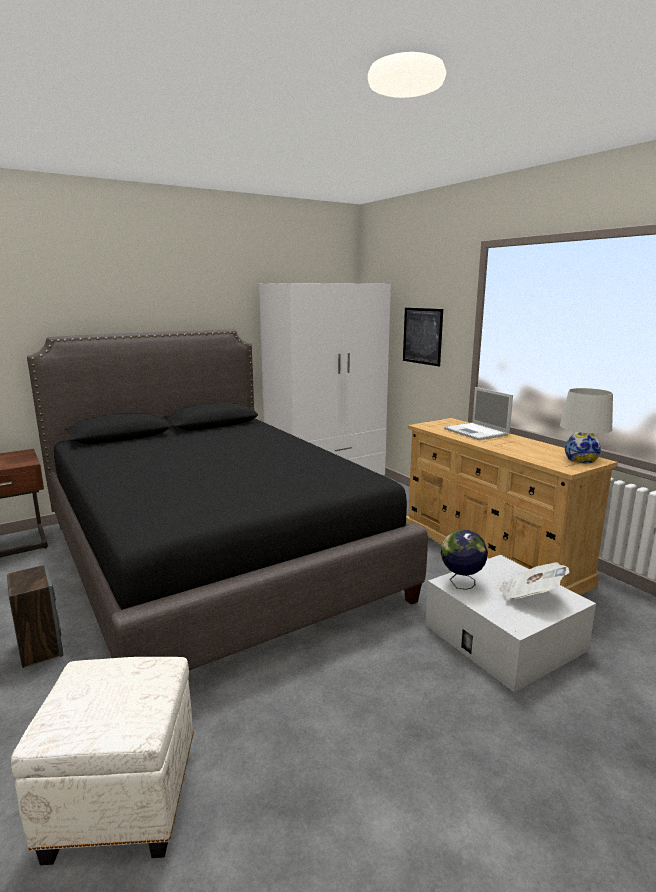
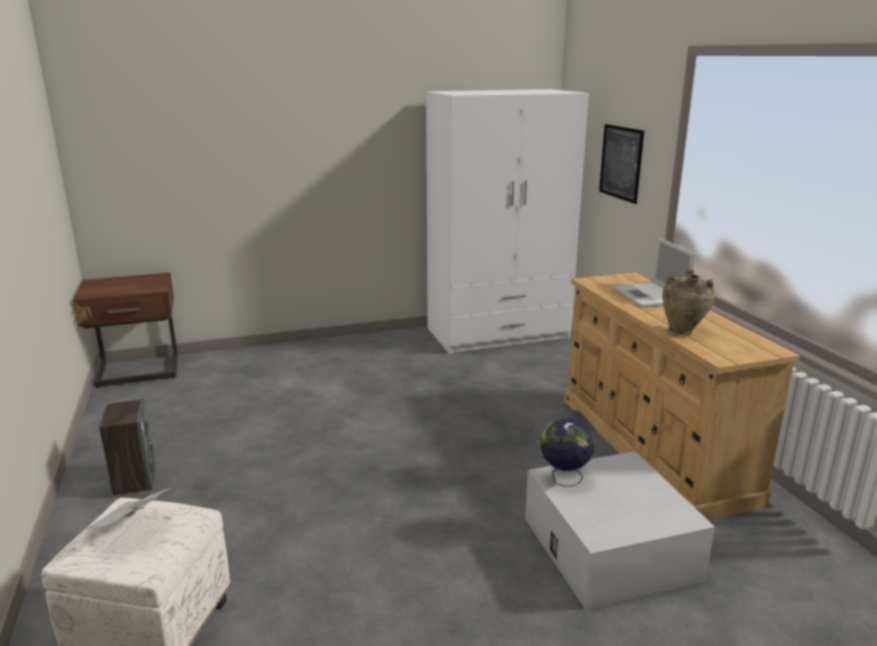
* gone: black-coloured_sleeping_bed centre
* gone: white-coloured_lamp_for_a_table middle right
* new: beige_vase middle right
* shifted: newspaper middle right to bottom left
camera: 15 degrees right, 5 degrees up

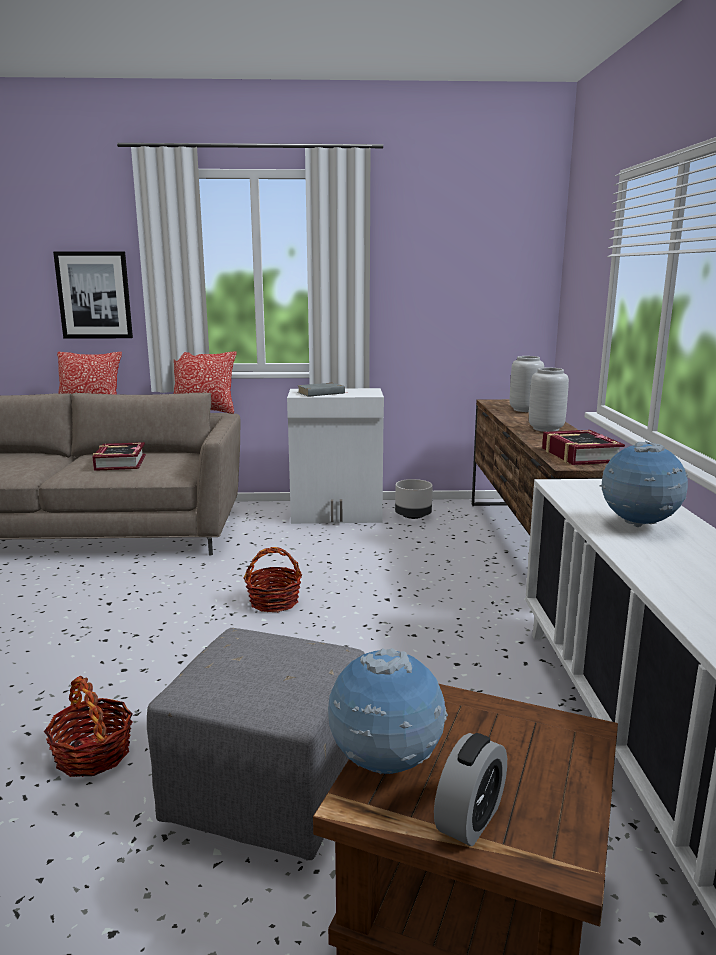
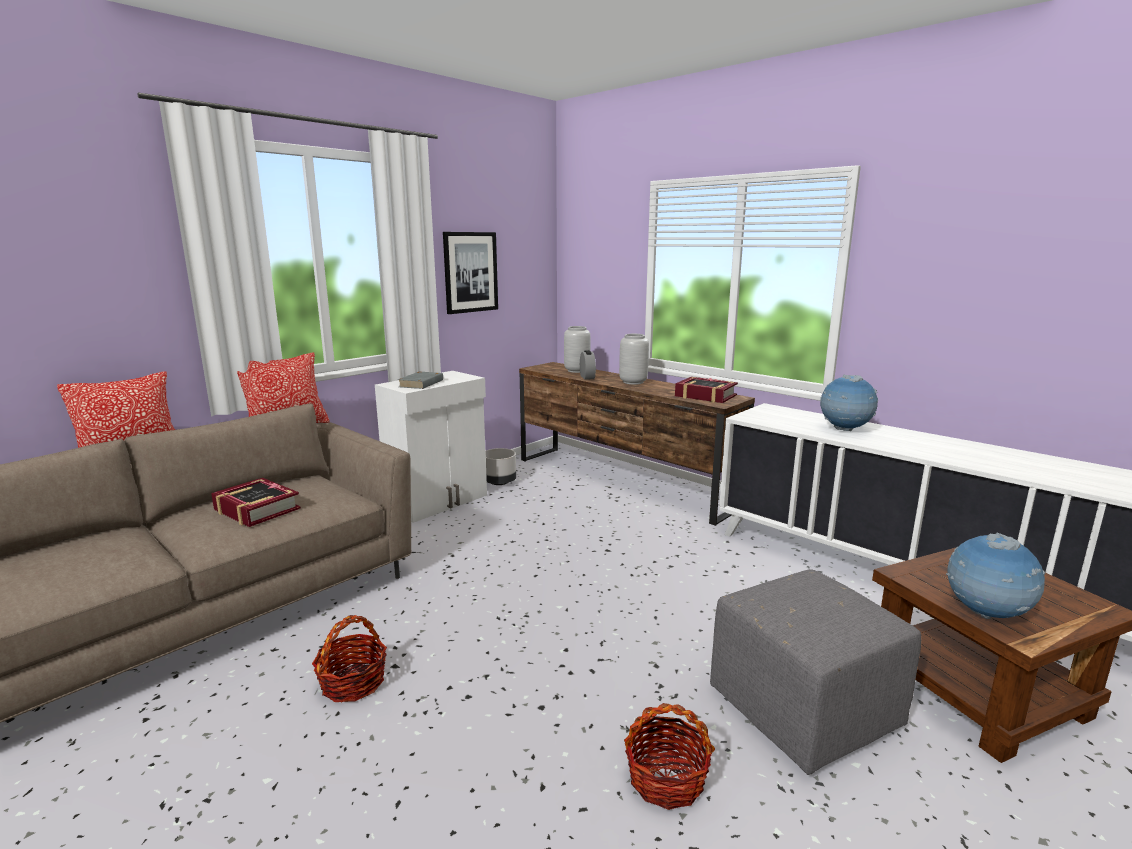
* shifted: wall_art top left to top centre
* shifted: storage_basket (no. 2 from left in the first image) centre to storage_basket (no. 1 from left) bottom left
* shifted: alarm_clock bottom centre to centre
camera: 45 degrees left, 0 degrees up

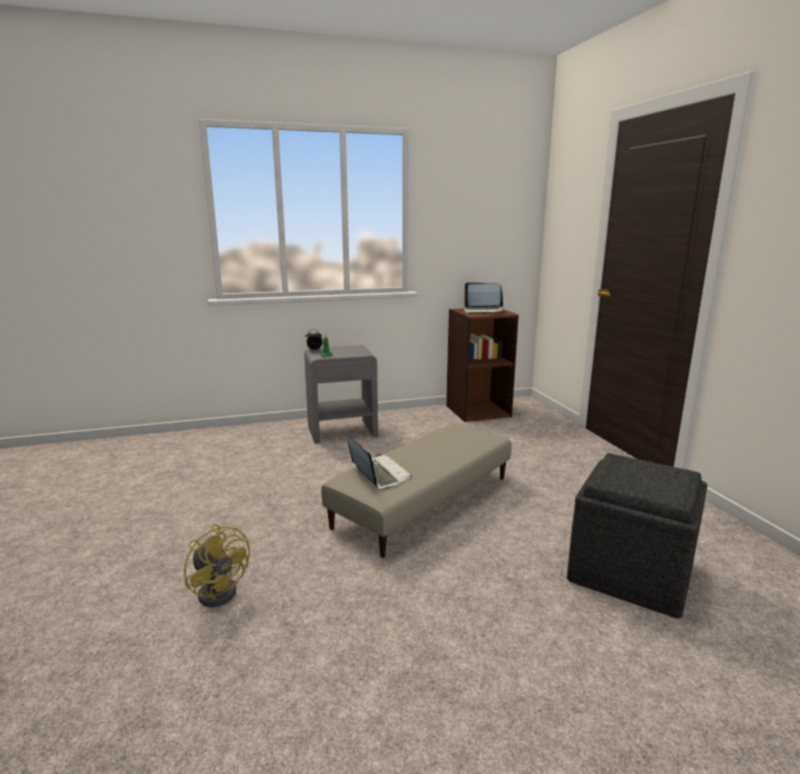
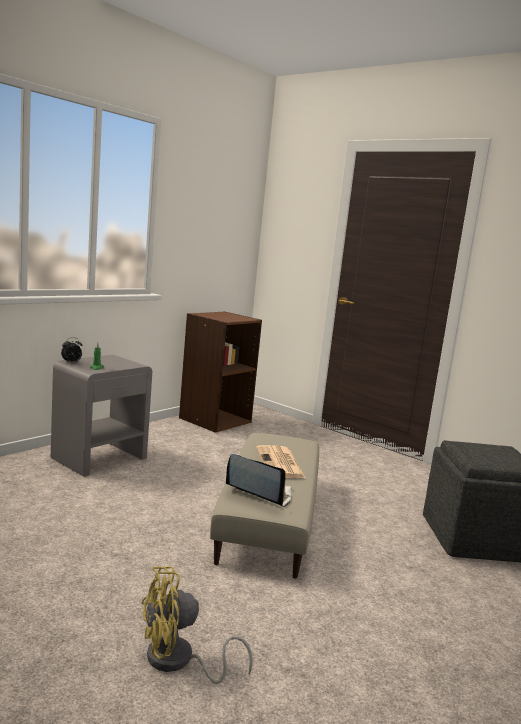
* gone: laptop (no. 2 from left) centre
* new: newspaper centre
* rotated: yellowish_electric_fan bottom left = bottom centre 150 degrees clockwise
camera: 35 degrees left, 5 degrees down

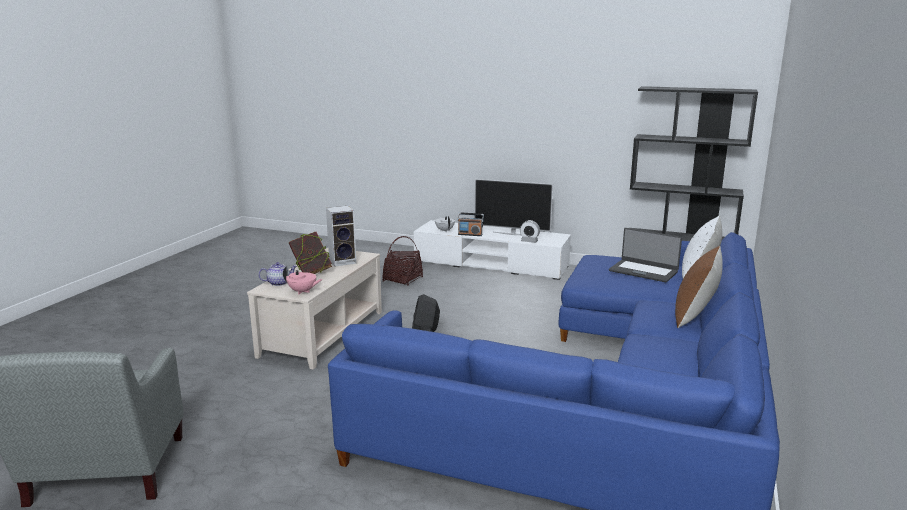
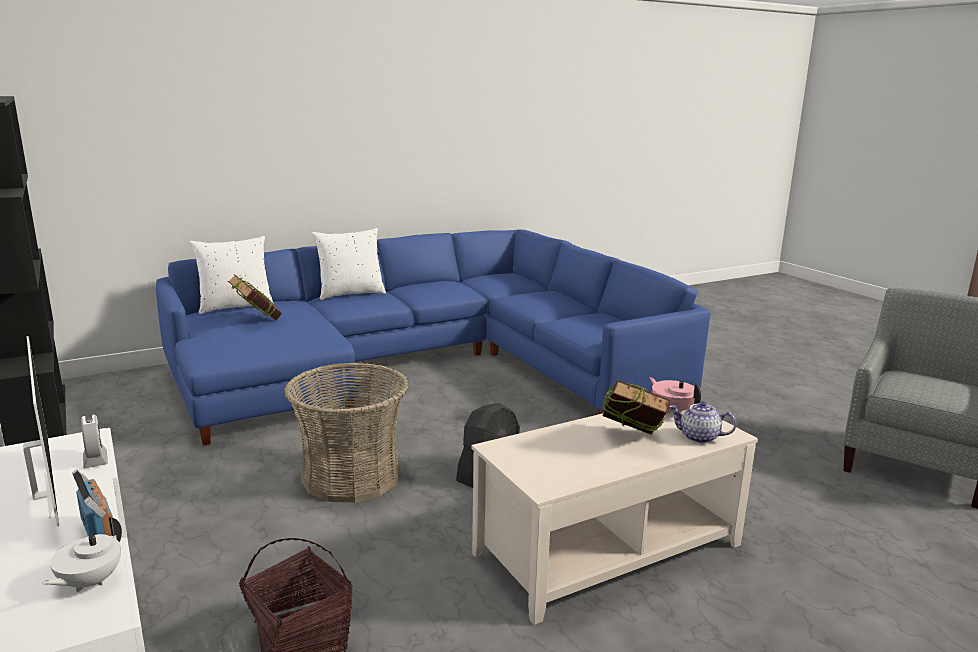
* gone: speaker centre
* new: storage_basket (no. 2 from left) centre
* swapped: laptop middle right to book (no. 1 from left) middle left
* repainted: brownish_cushion middle right to white-coloured_cushion (no. 2 from left) centre
camera: 140 degrees left, 0 degrees up

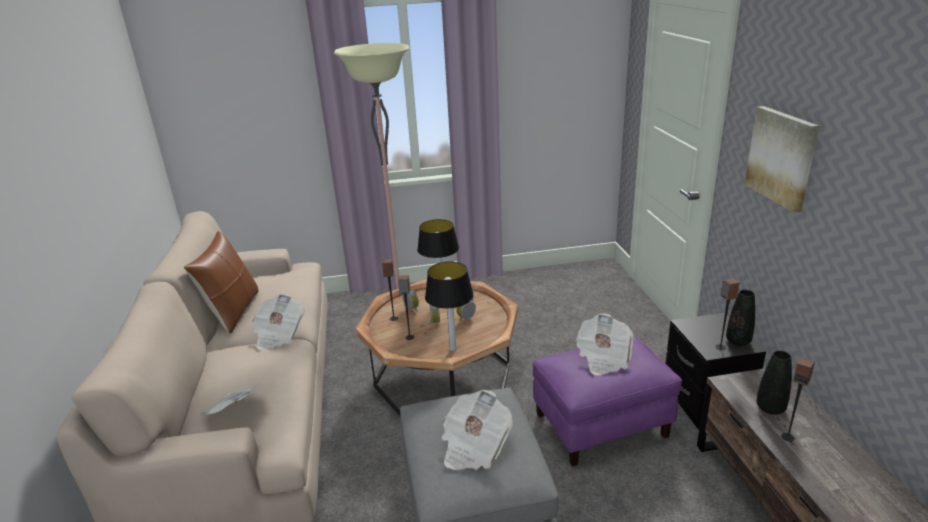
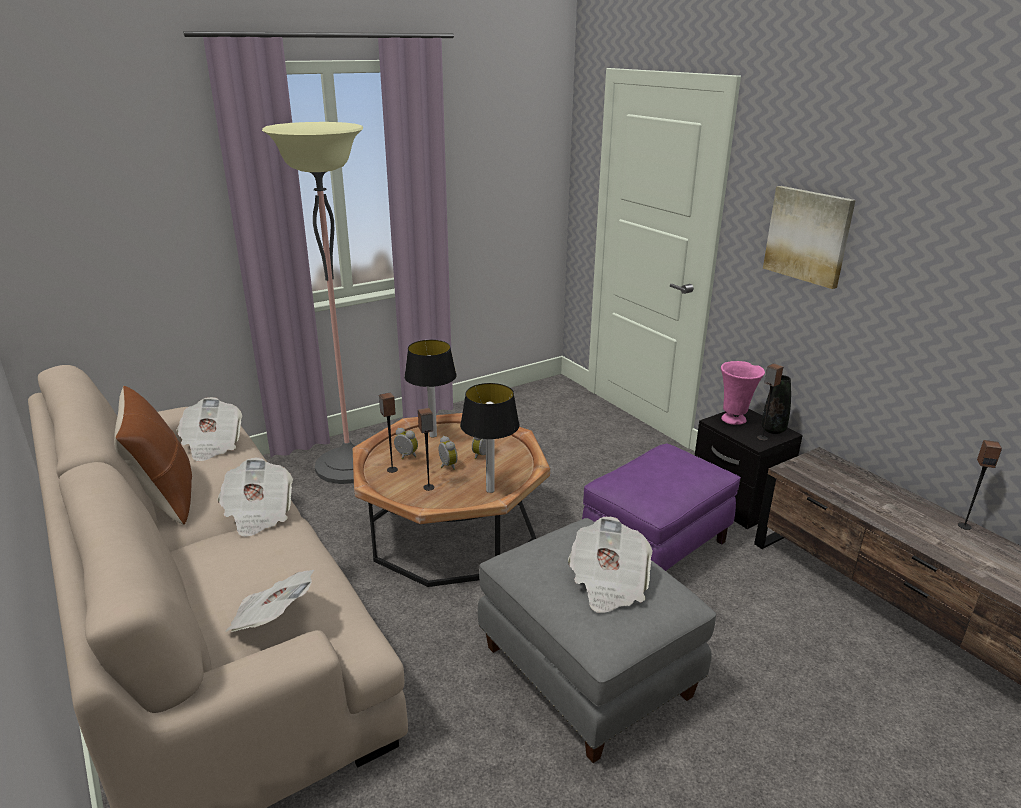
* gone: black-coloured_vase (no. 2 from left) bottom right
* new: pink_vase middle right
* shifted: newspaper (no. 4 from left in the first image) centre to newspaper (no. 1 from left) middle left
* shifted: speaker (no. 4 from left) bottom right to middle right
camera: 25 degrees left, 0 degrees up

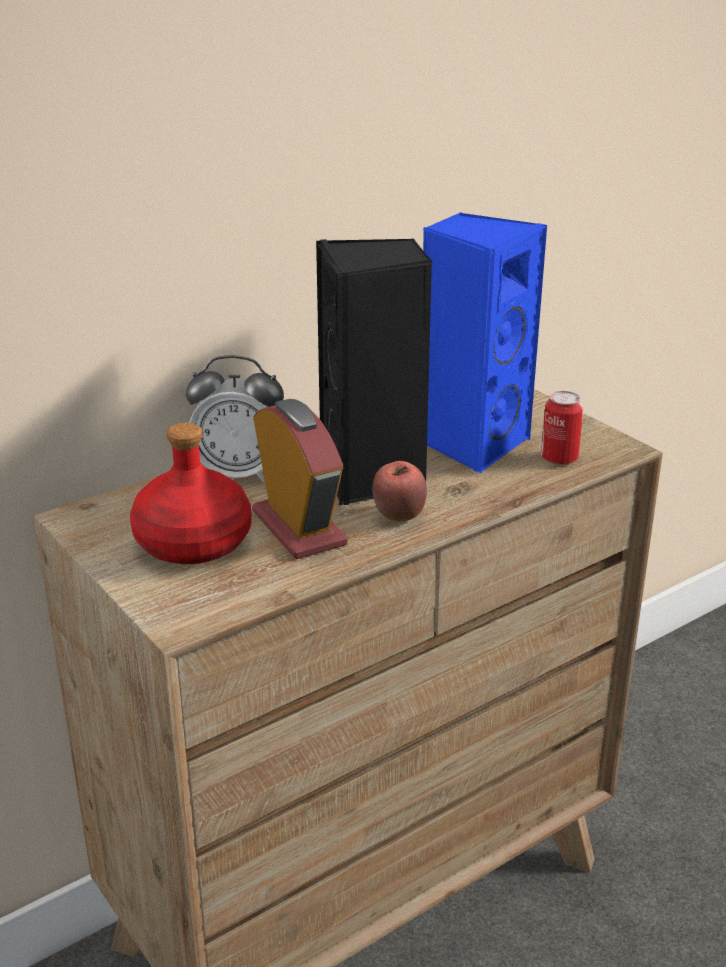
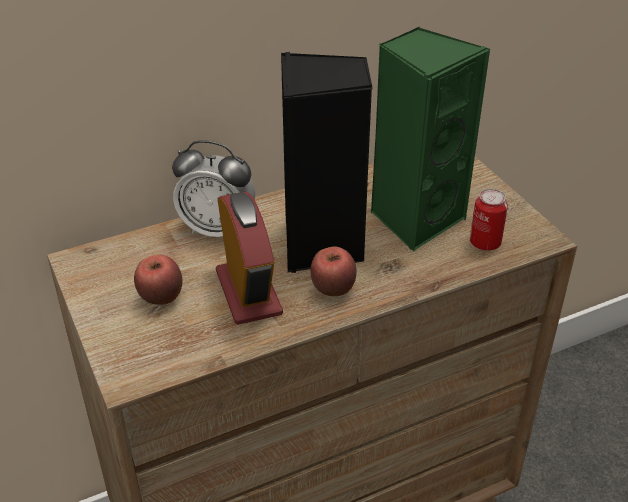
* swapped: red_beverage_bottle middle left to apple (no. 1 from left) middle left
* repainted: blue_speaker middle right to green_speaker top right
camera: 10 degrees right, 10 degrees up

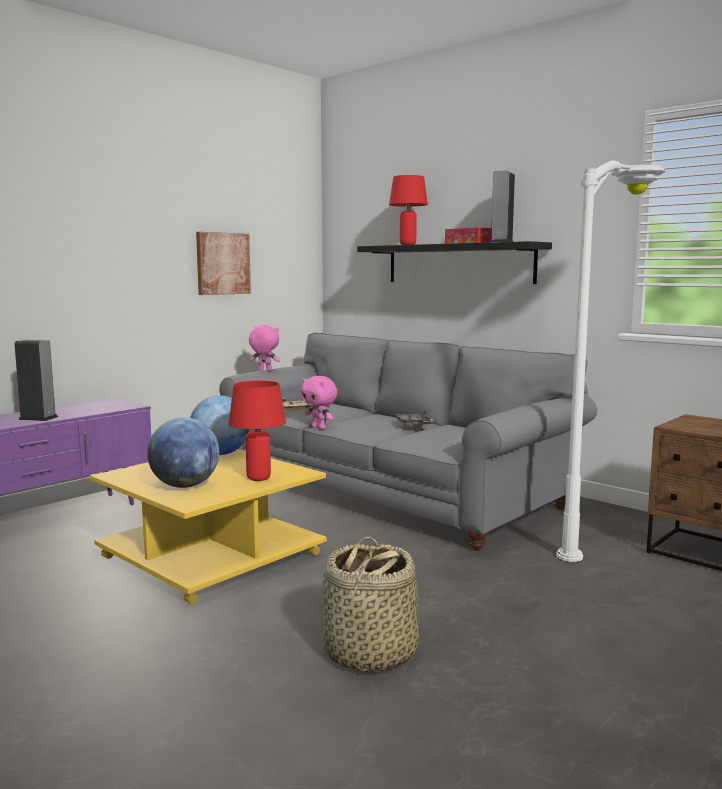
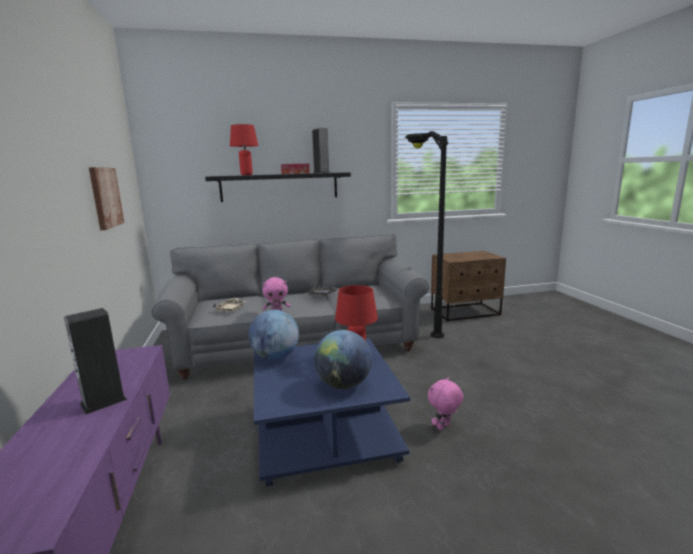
* gone: storage_basket bottom centre
* shifted: pink_cuddly_toy (no. 1 from left in the first image) centre to pink_cuddly_toy (no. 2 from left) bottom centre
* repainted: yellowish_coffee_table bottom left to blue_coffee_table bottom centre
* repainted: white-coloured_standing_lamp middle right to black-coloured_standing_lamp centre
camera: 55 degrees left, 5 degrees up

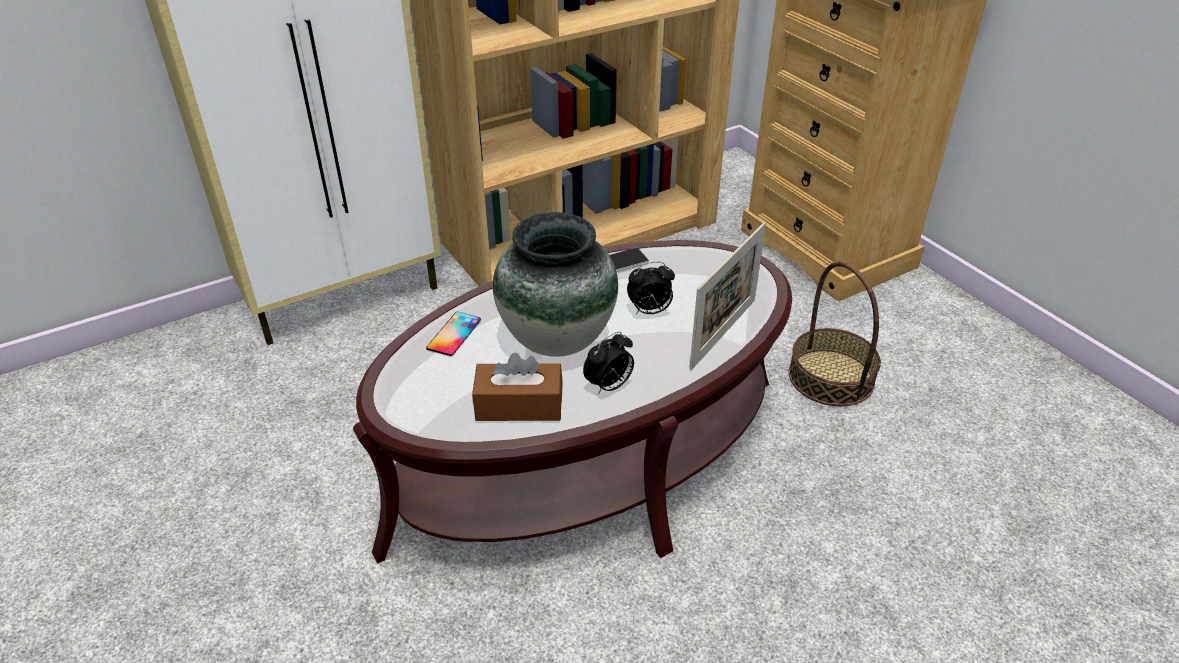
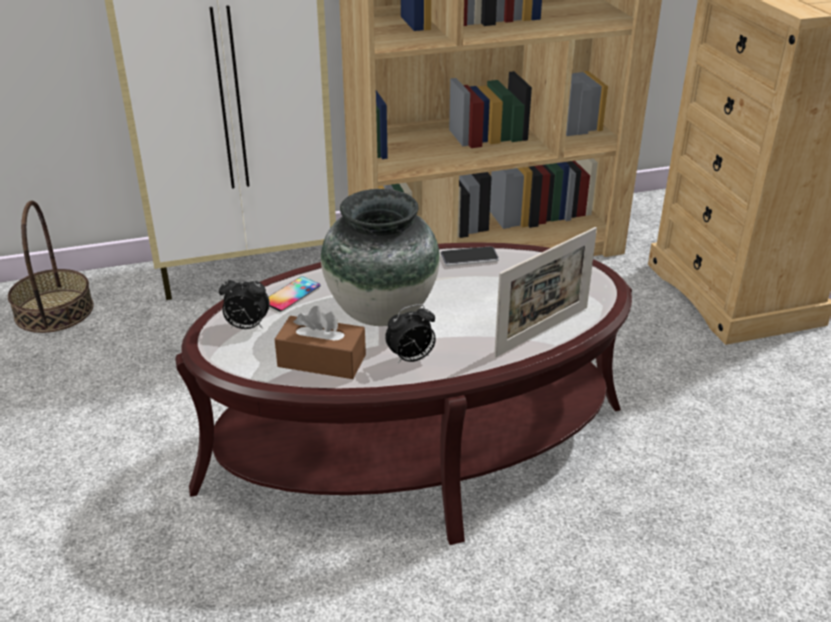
* shifted: alarm_clock (no. 2 from left in the first image) centre to alarm_clock (no. 1 from left) middle left
* shifted: storage_basket middle right to middle left
camera: 15 degrees right, 5 degrees down

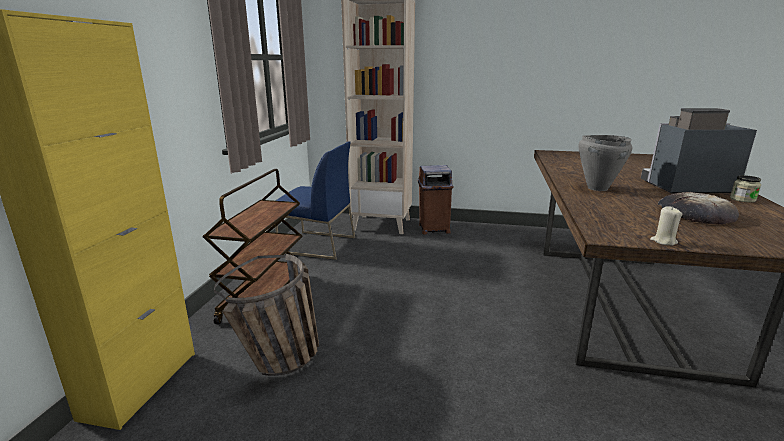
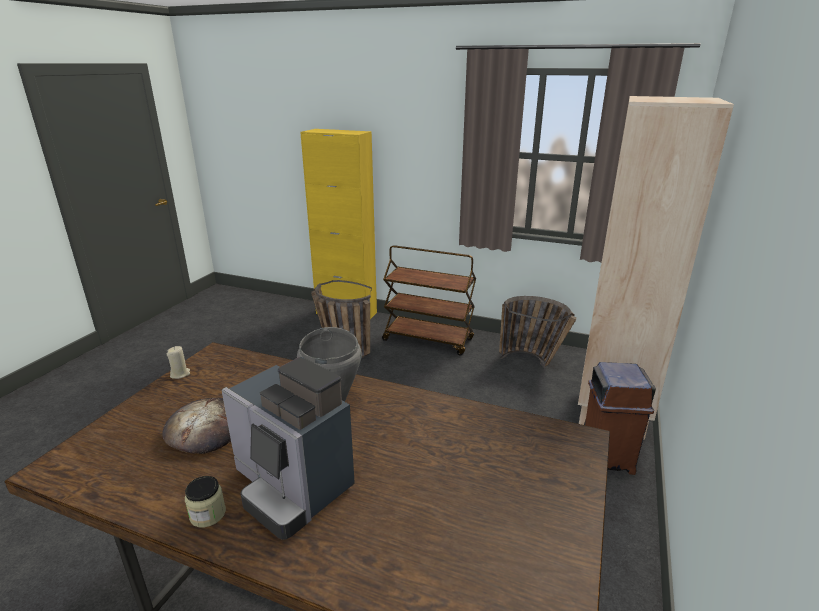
* swapped: blue_upright_chair centre to storage_basket (no. 2 from left) centre
* rotated: coffee_machine middle right = bottom centre 120 degrees clockwise
camera: 100 degrees right, 5 degrees up

